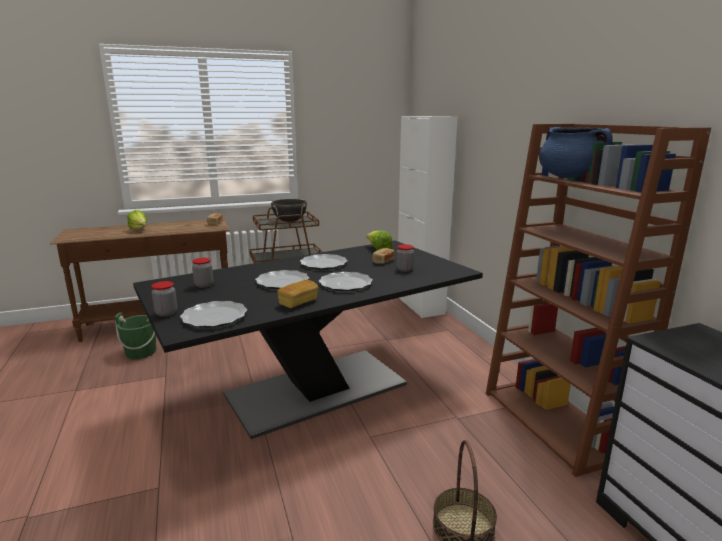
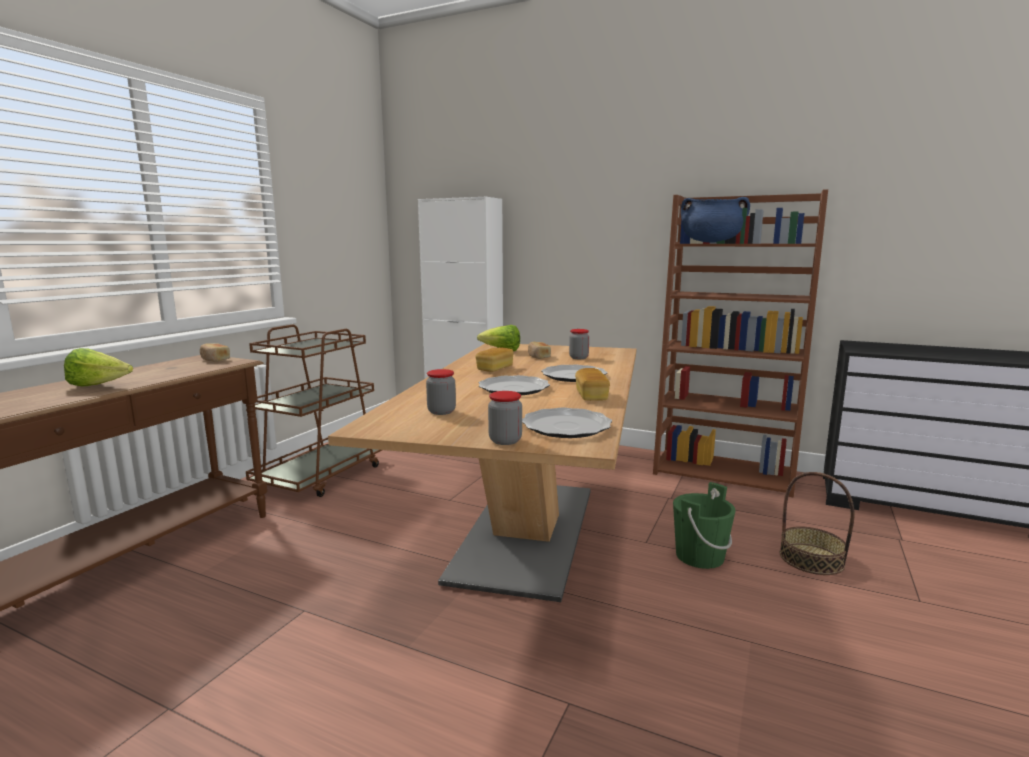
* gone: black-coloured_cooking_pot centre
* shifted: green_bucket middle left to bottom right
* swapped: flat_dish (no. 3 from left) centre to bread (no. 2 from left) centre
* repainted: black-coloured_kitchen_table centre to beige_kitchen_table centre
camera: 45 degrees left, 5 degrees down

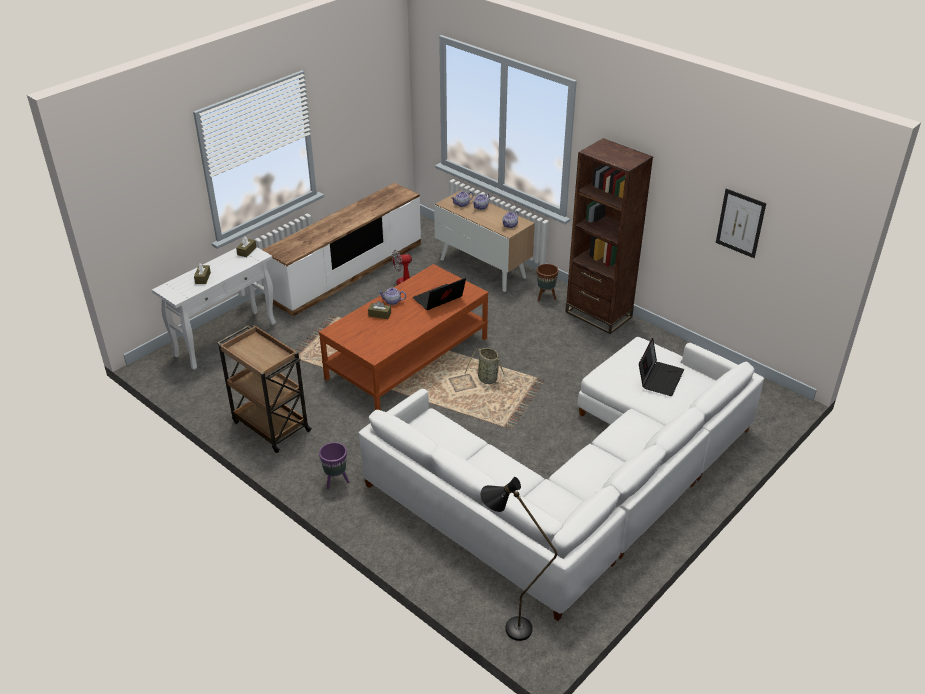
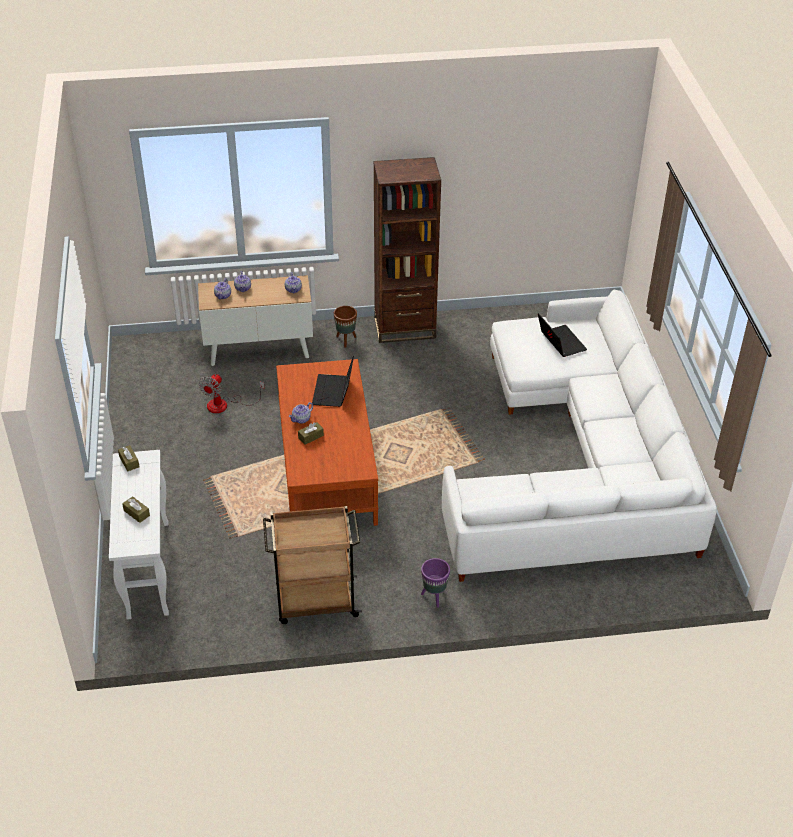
* gone: tv_stand centre
* gone: storage_basket centre
* gone: black-coloured_standing_lamp bottom centre
* gone: wall_art top right
camera: 50 degrees left, 5 degrees up

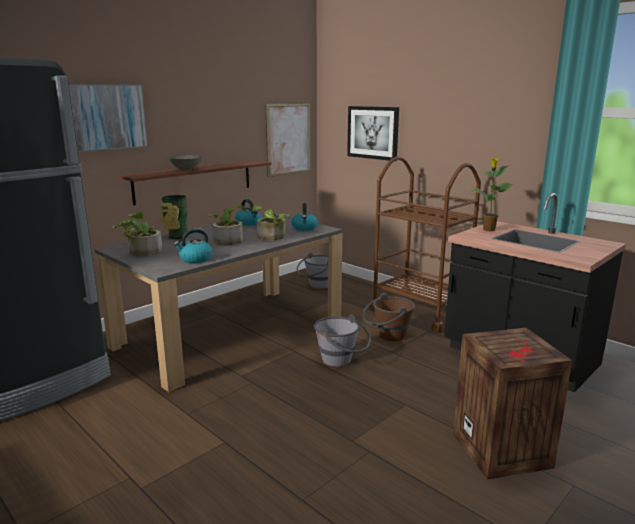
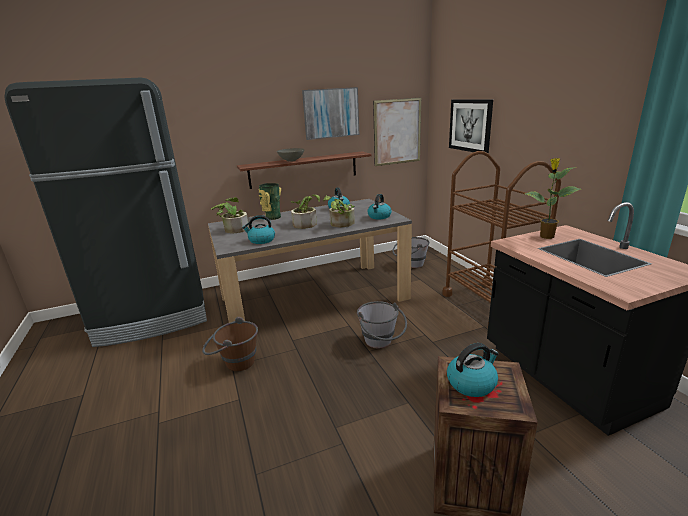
* new: water_kettle (no. 4 from left) bottom right
* shifted: wall_art (no. 1 from left) top left to top centre
* shifted: brownish_bucket centre to bottom centre
camera: 25 degrees right, 5 degrees up

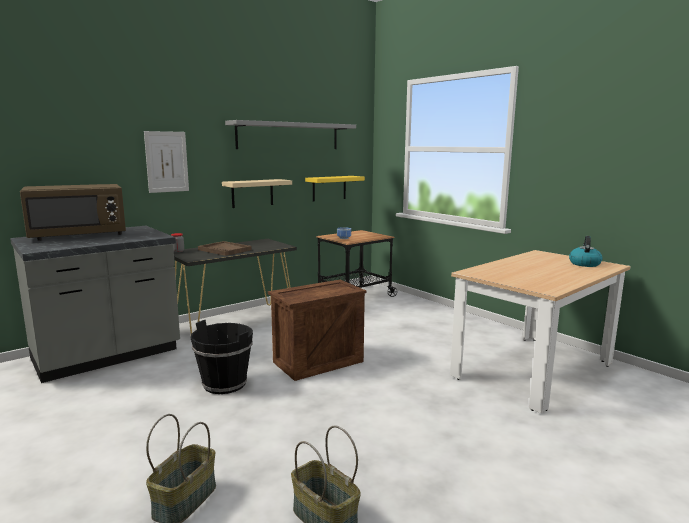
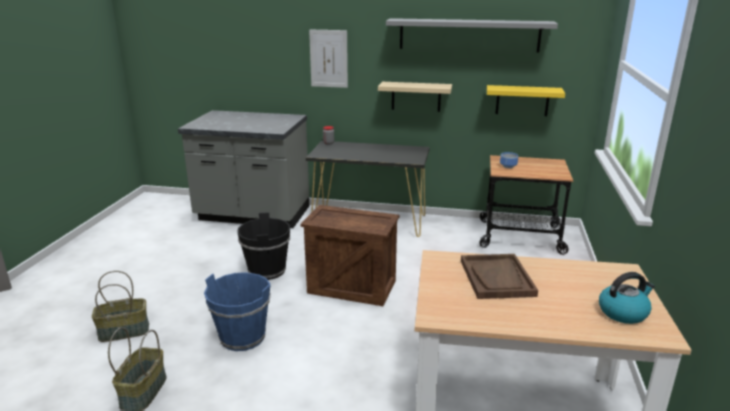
* gone: brownish_kitchen_microwave middle left
* new: blue_bucket bottom left
* shifted: brownish_serving_tray middle left to bottom right
camera: 50 degrees right, 10 degrees up

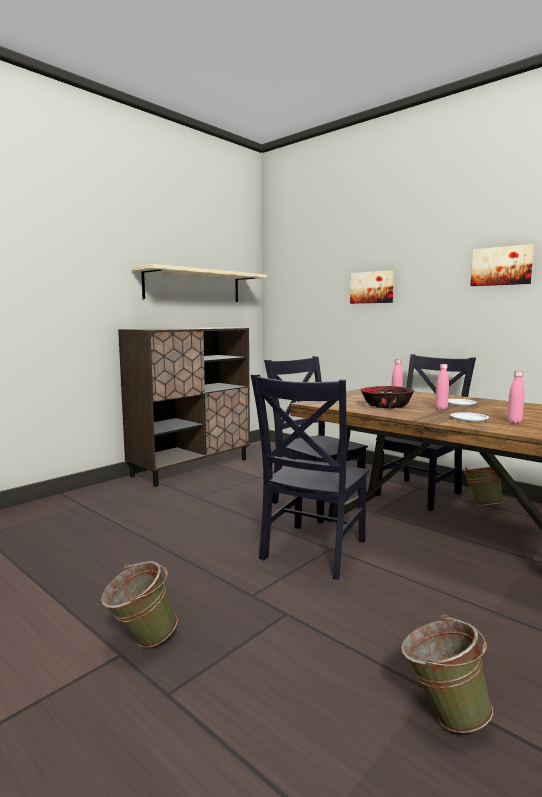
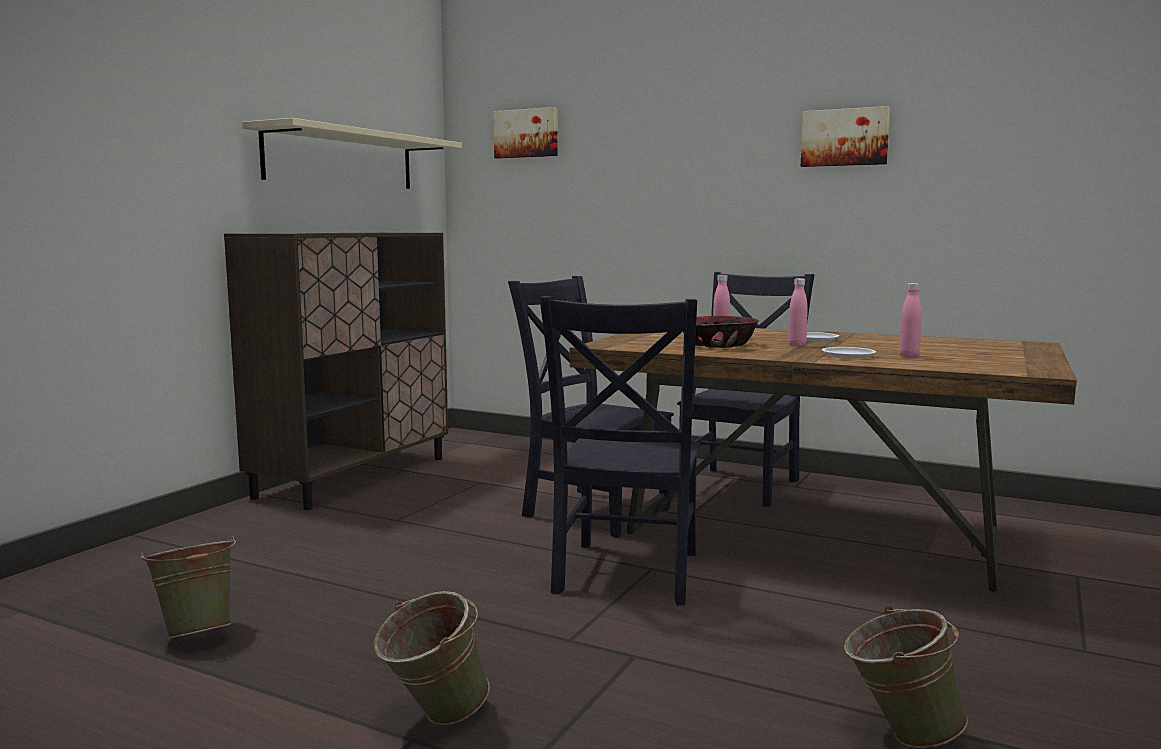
* shifted: wall_art (no. 1 from left) middle right to top centre
* shifted: green_bucket (no. 3 from left in the first image) middle right to green_bucket (no. 1 from left) bottom left
camera: 15 degrees left, 0 degrees up

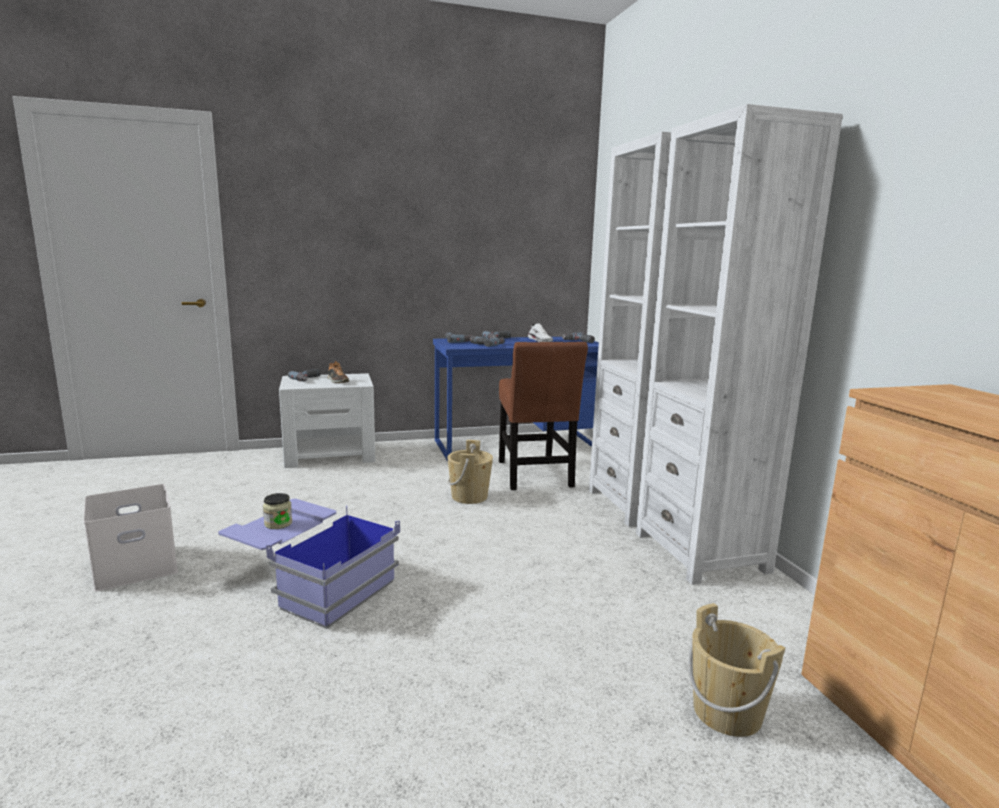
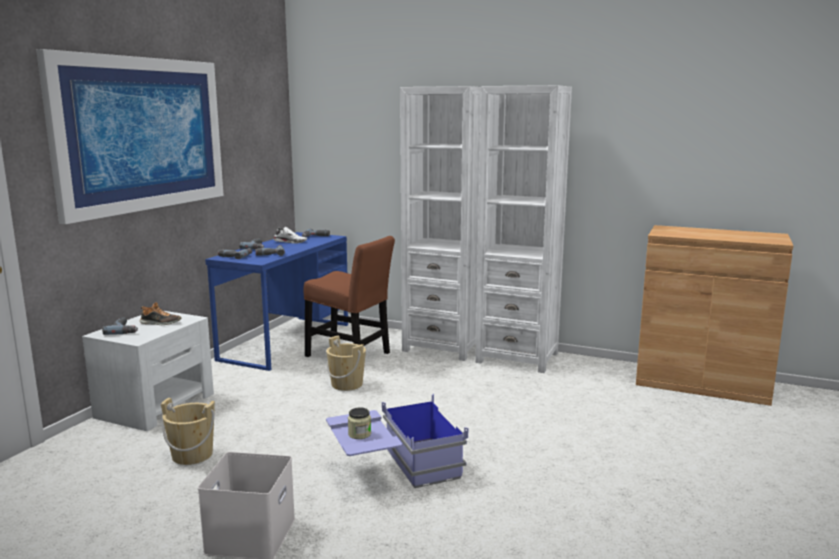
* new: wall_art top left
* shifted: beige_bucket (no. 2 from left in the first image) bottom right to beige_bucket (no. 1 from left) bottom left
camera: 50 degrees left, 0 degrees up

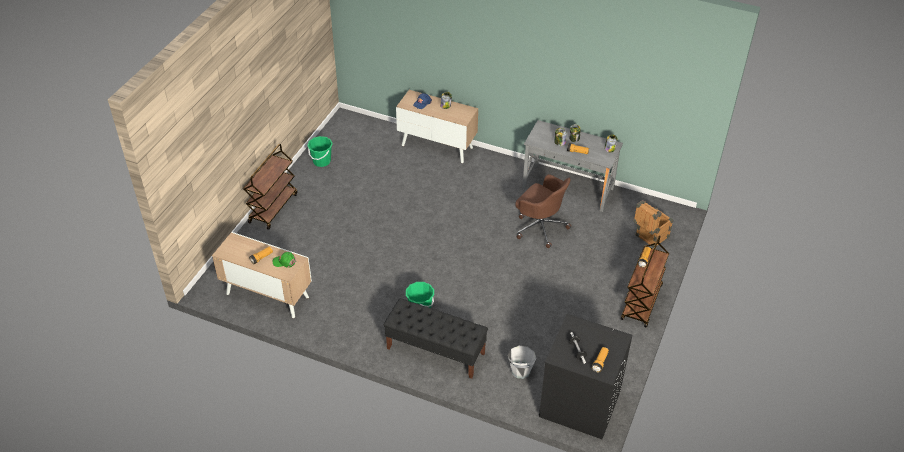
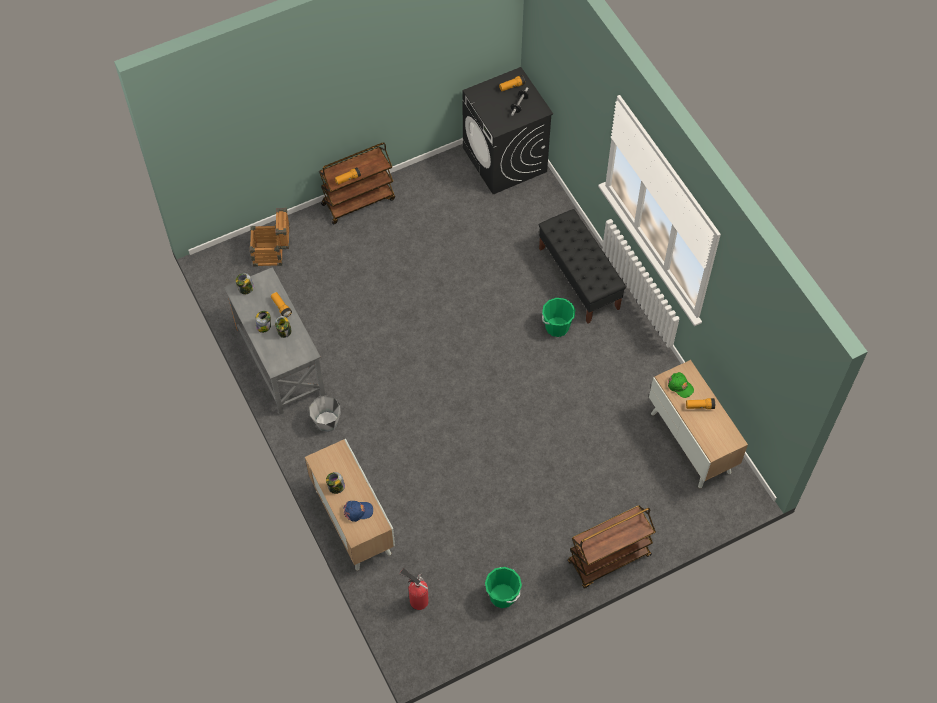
* gone: brownish_office_chair centre
* new: extinguisher bottom centre
* shifted: gray_bucket bottom centre to centre
camera: 140 degrees left, 15 degrees up

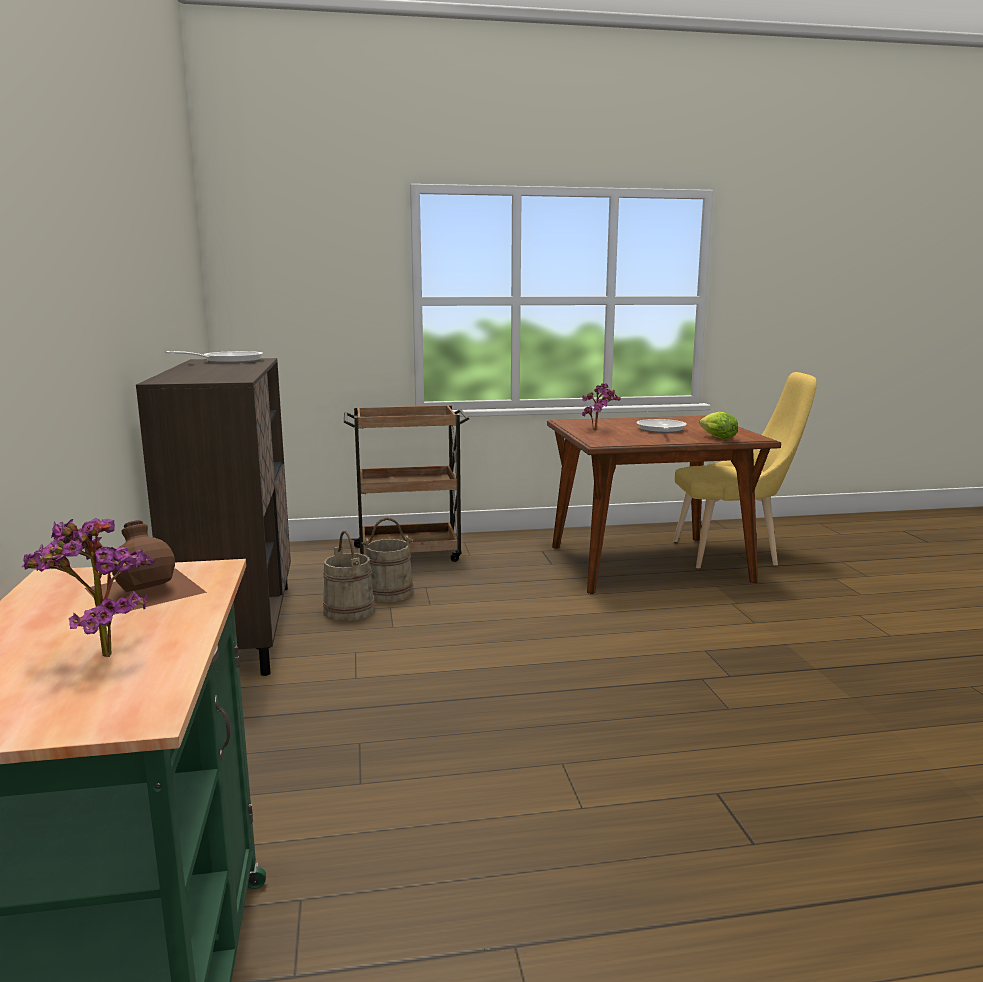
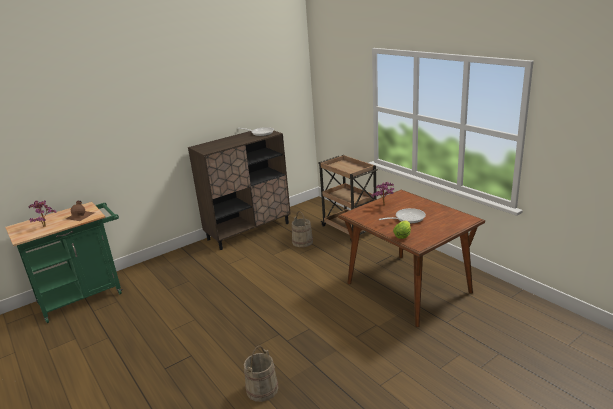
* gone: yellowish_upright_chair middle right
* shifted: beige_bucket (no. 1 from left) centre to bottom centre
camera: 65 degrees right, 10 degrees up

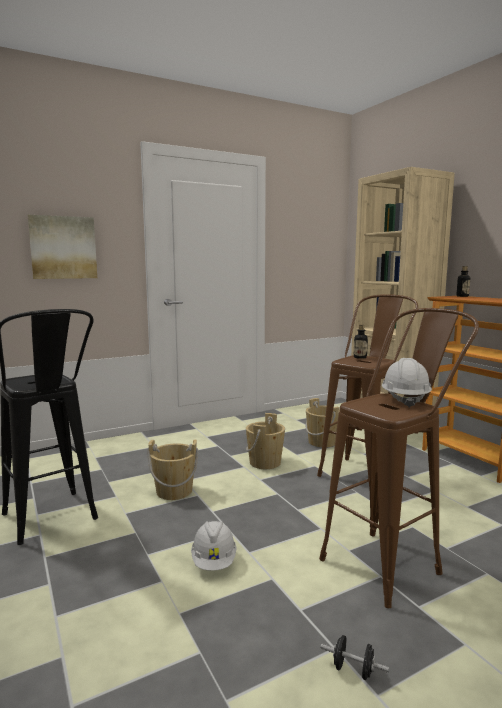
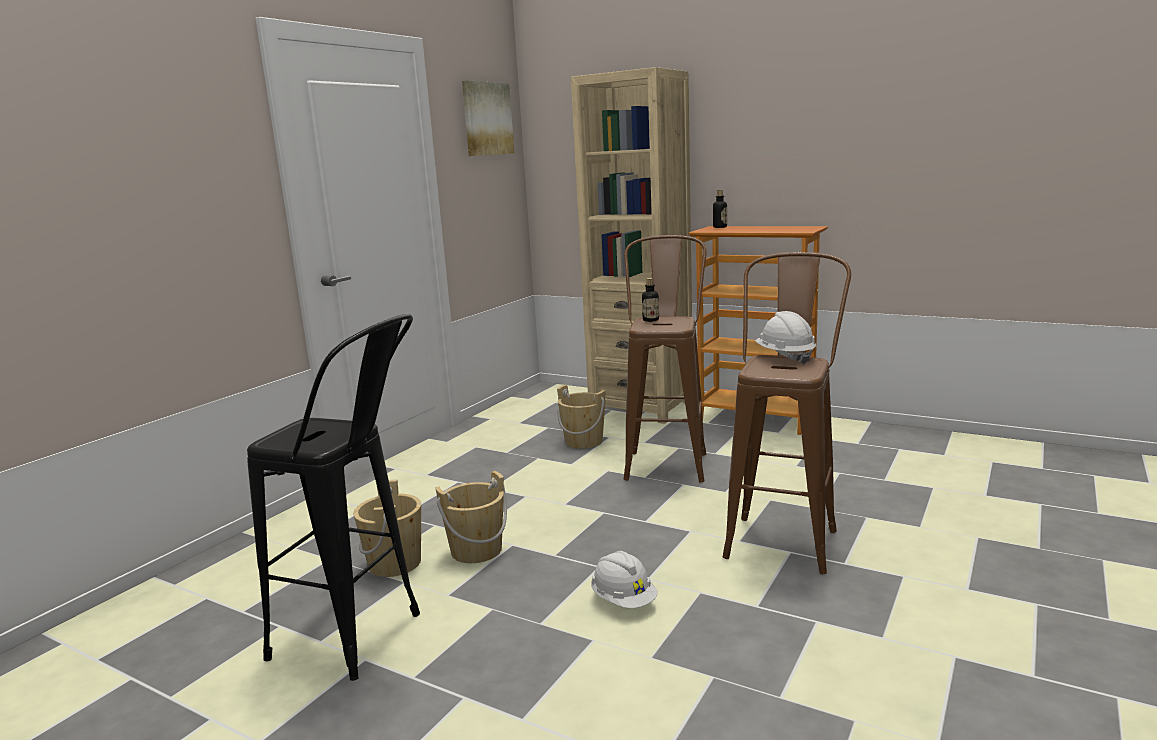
* gone: black-coloured_hand_weight bottom right
* shifted: wall_art middle left to top centre
* shifted: beige_bucket (no. 2 from left in the first image) centre to beige_bucket (no. 1 from left) bottom centre
camera: 30 degrees left, 5 degrees up

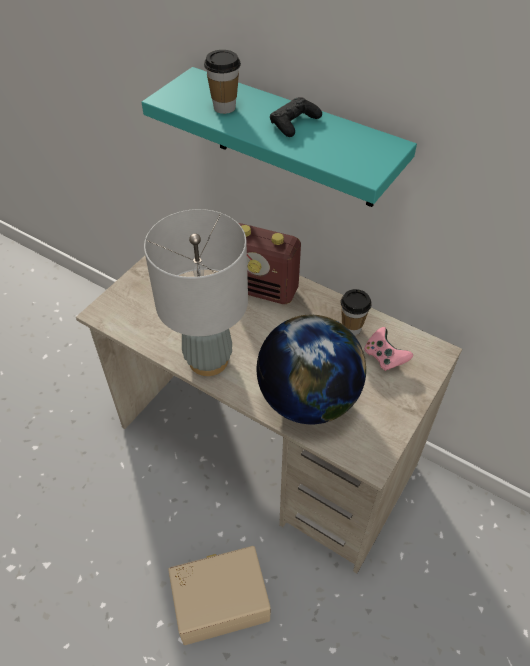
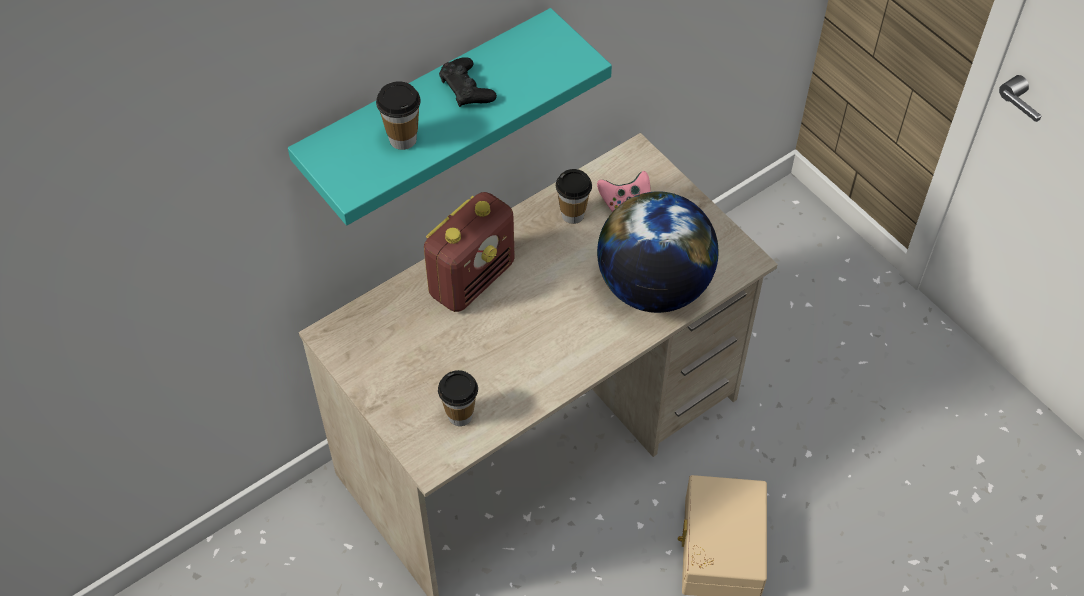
* gone: gray_lamp_for_a_table centre
* new: small_cup (no. 2 from left) bottom centre
camera: 70 degrees left, 5 degrees up

